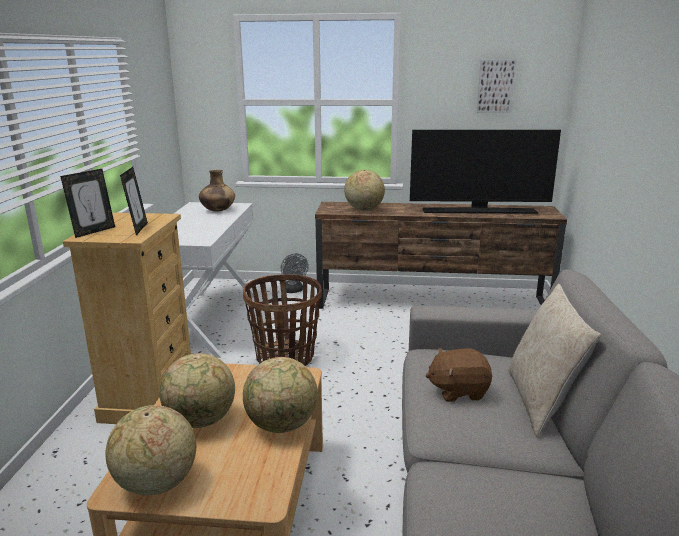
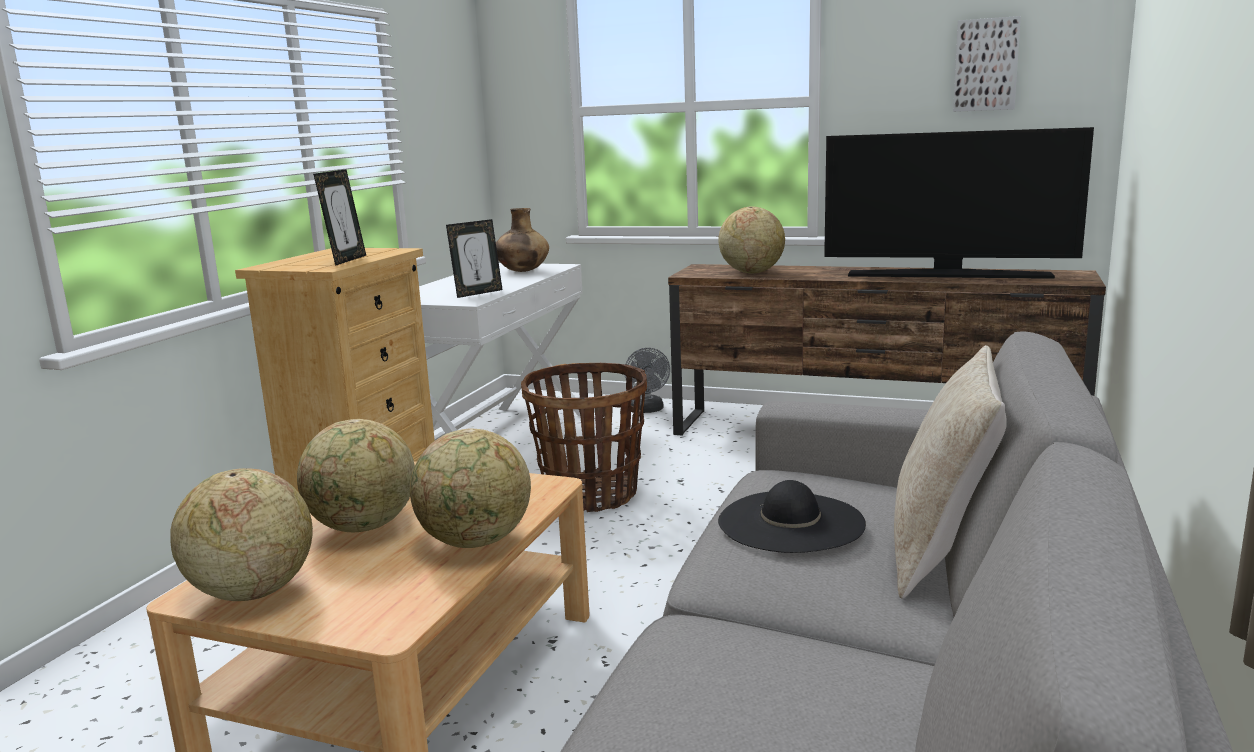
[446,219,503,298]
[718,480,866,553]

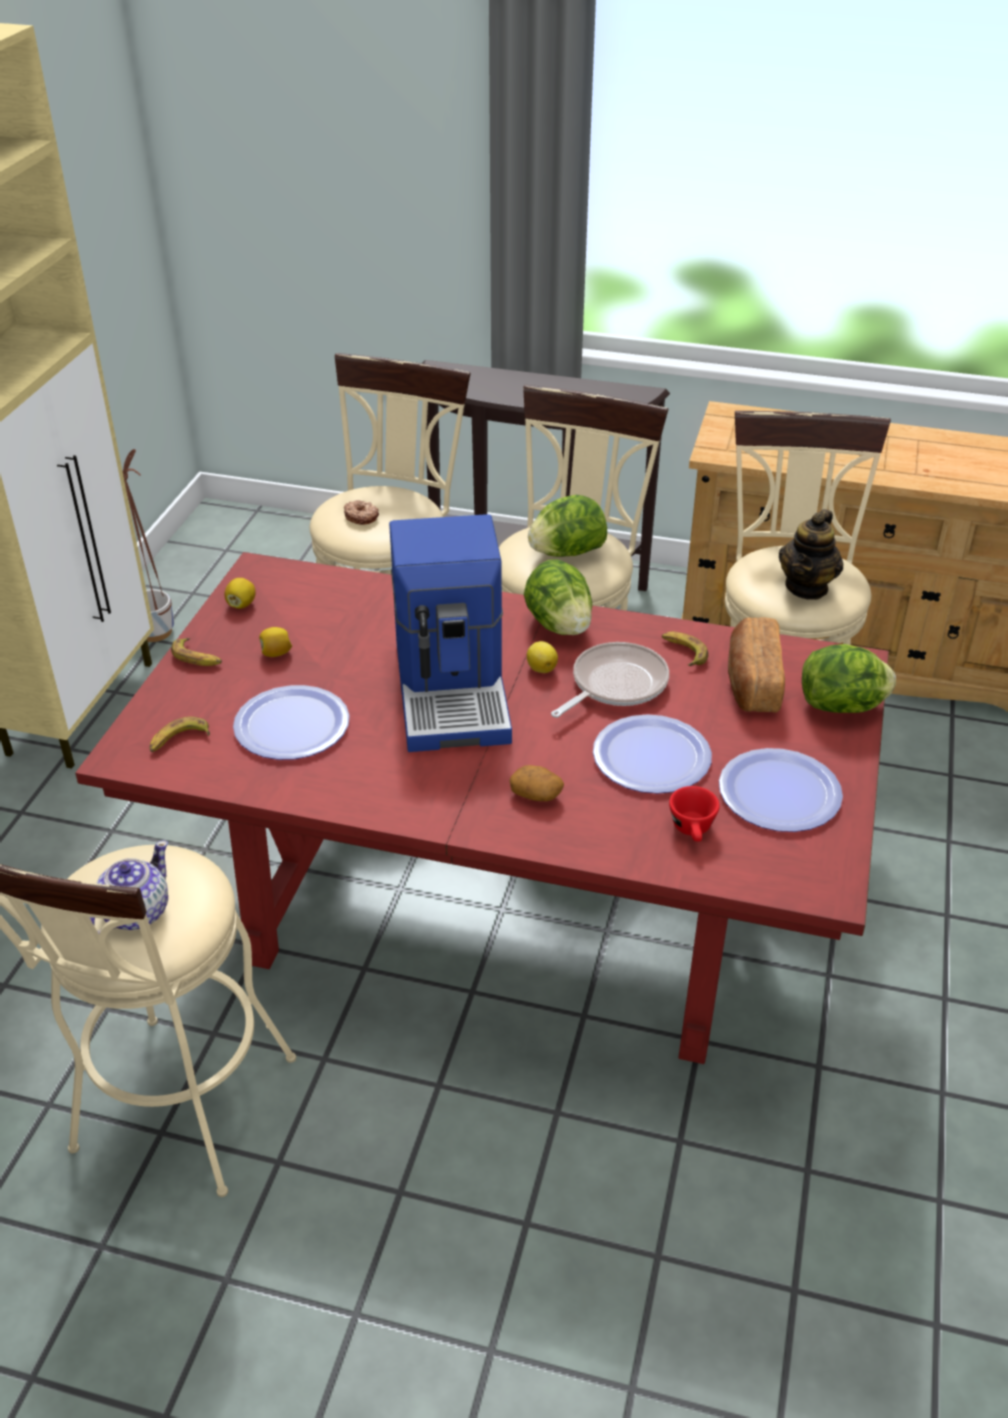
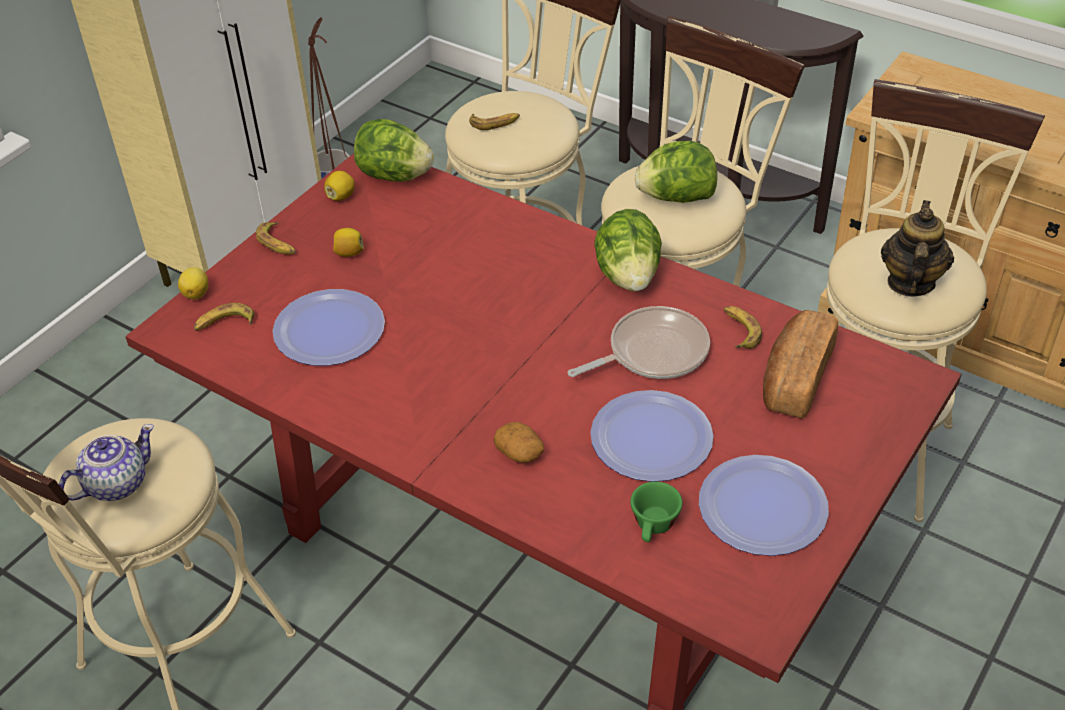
[178,267,208,300]
[354,119,434,182]
[469,113,520,130]
[630,481,682,542]
[881,200,954,297]
[389,514,512,752] (first image)

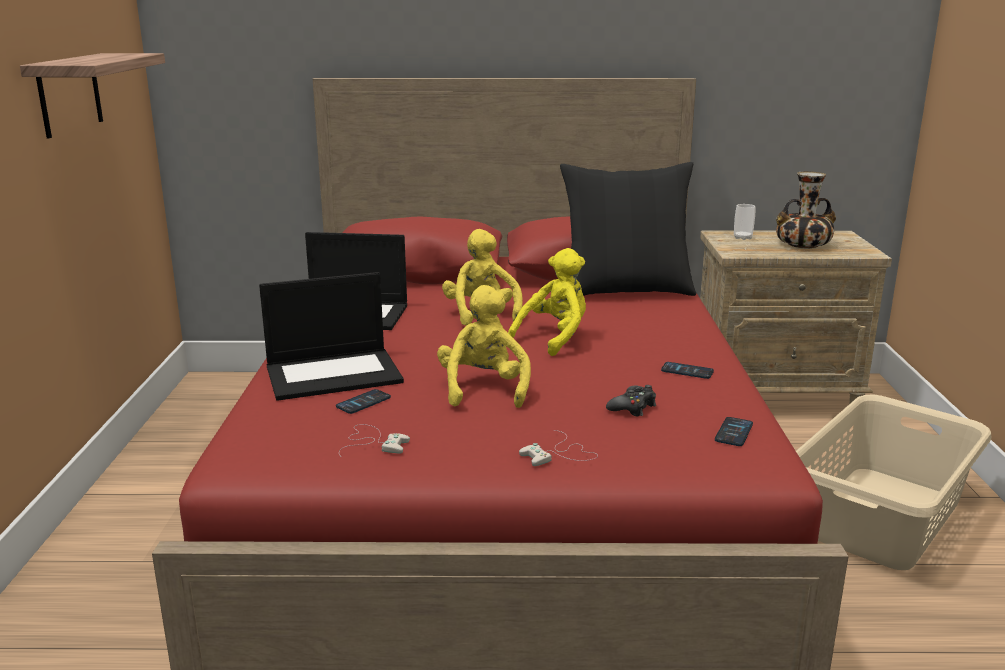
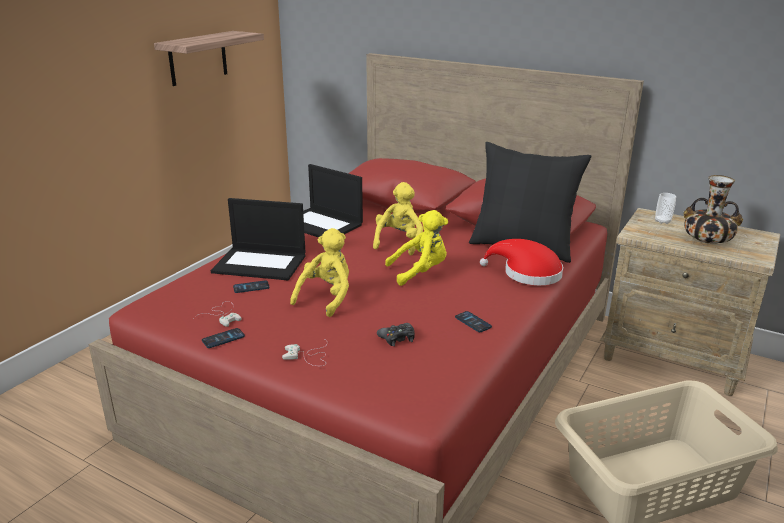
[202,328,245,348]
[480,239,563,285]

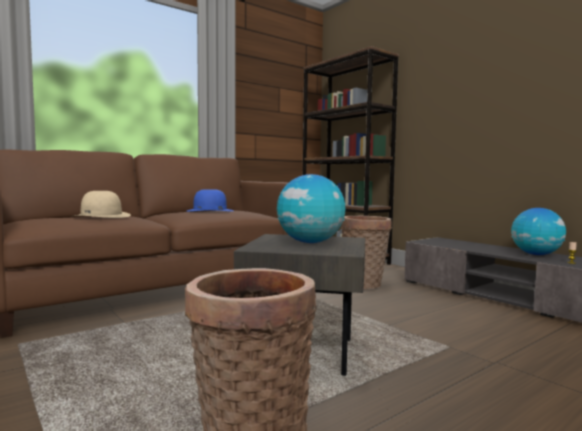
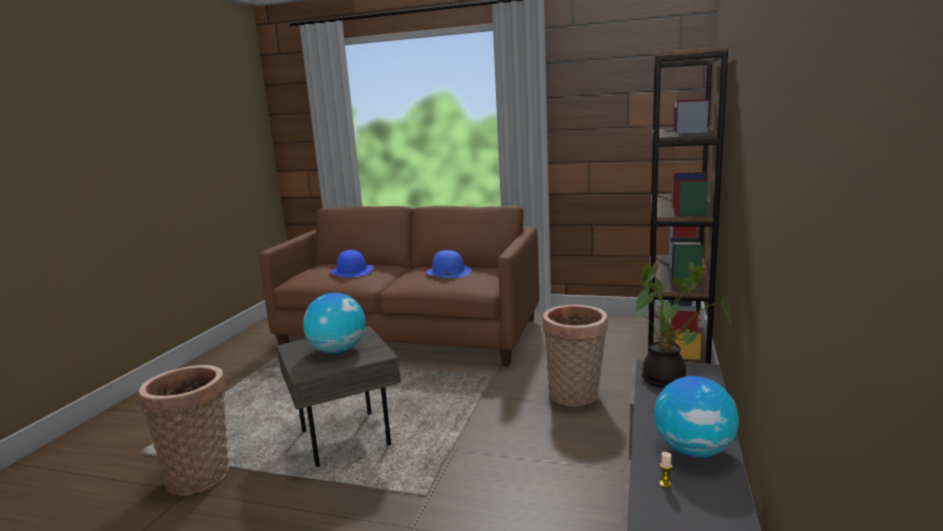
[330,250,373,278]
[634,262,731,388]

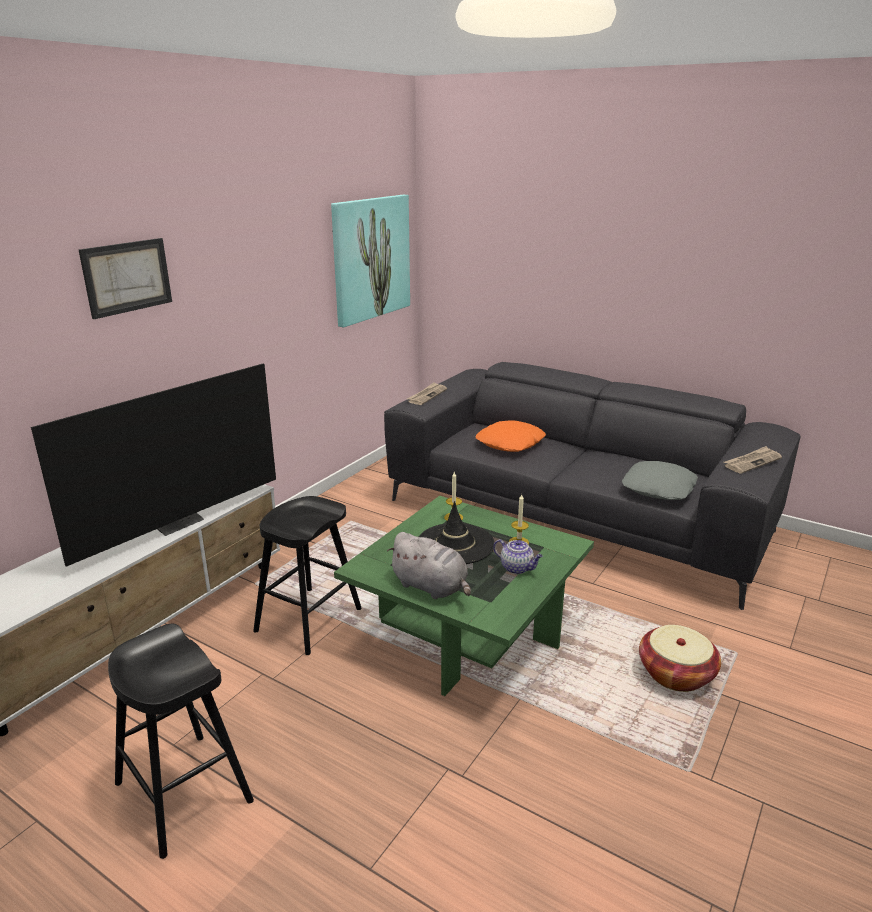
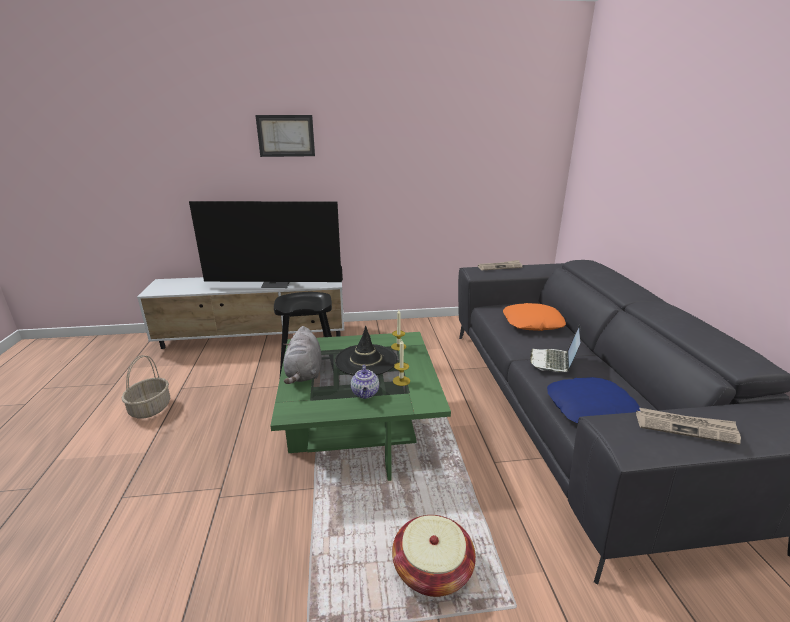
[122,355,170,419]
[530,325,580,372]
[547,377,640,424]
[331,195,410,327] (first image)

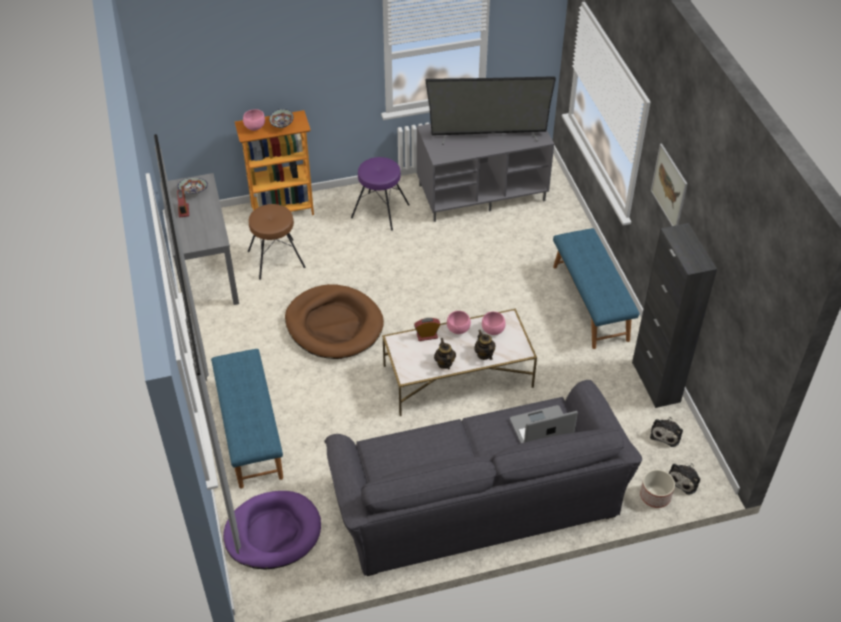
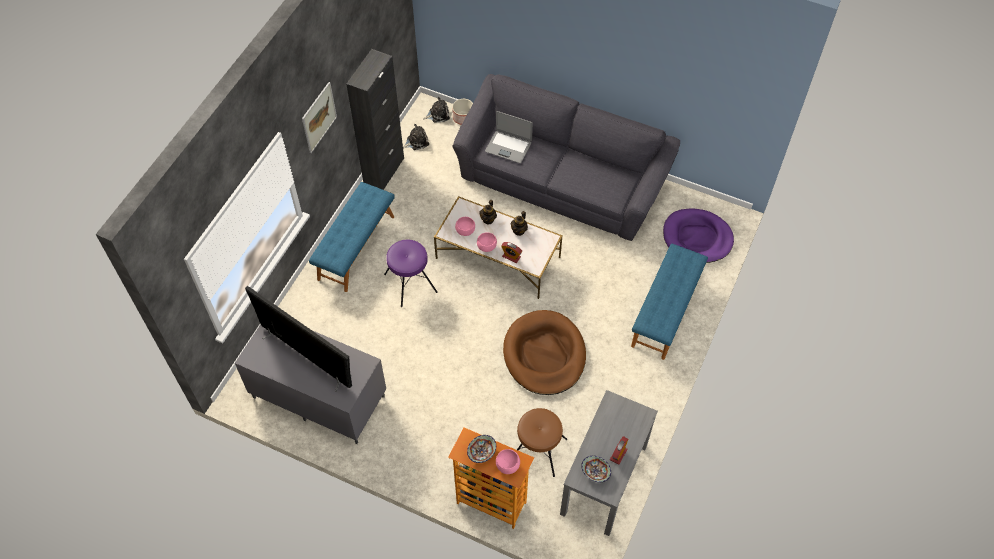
[384,240,438,307]

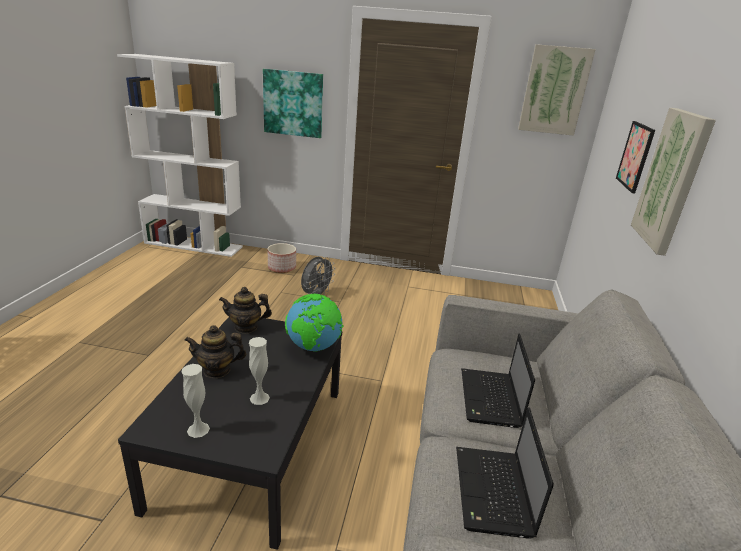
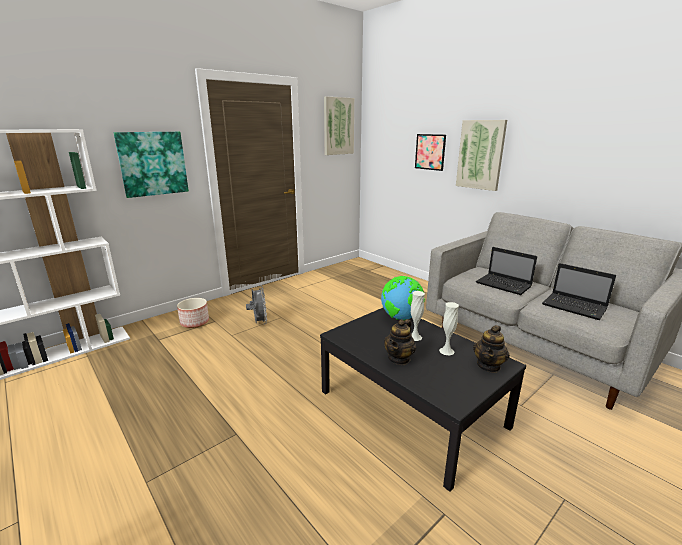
[411,291,425,341]
[473,325,510,373]

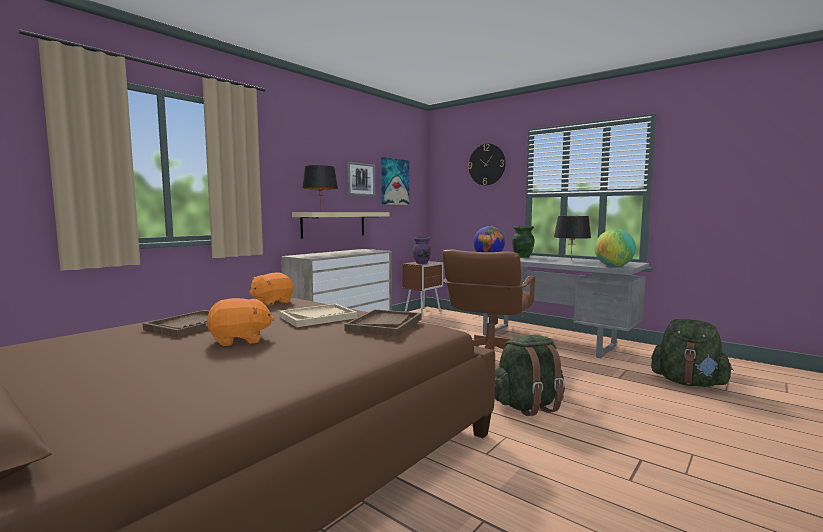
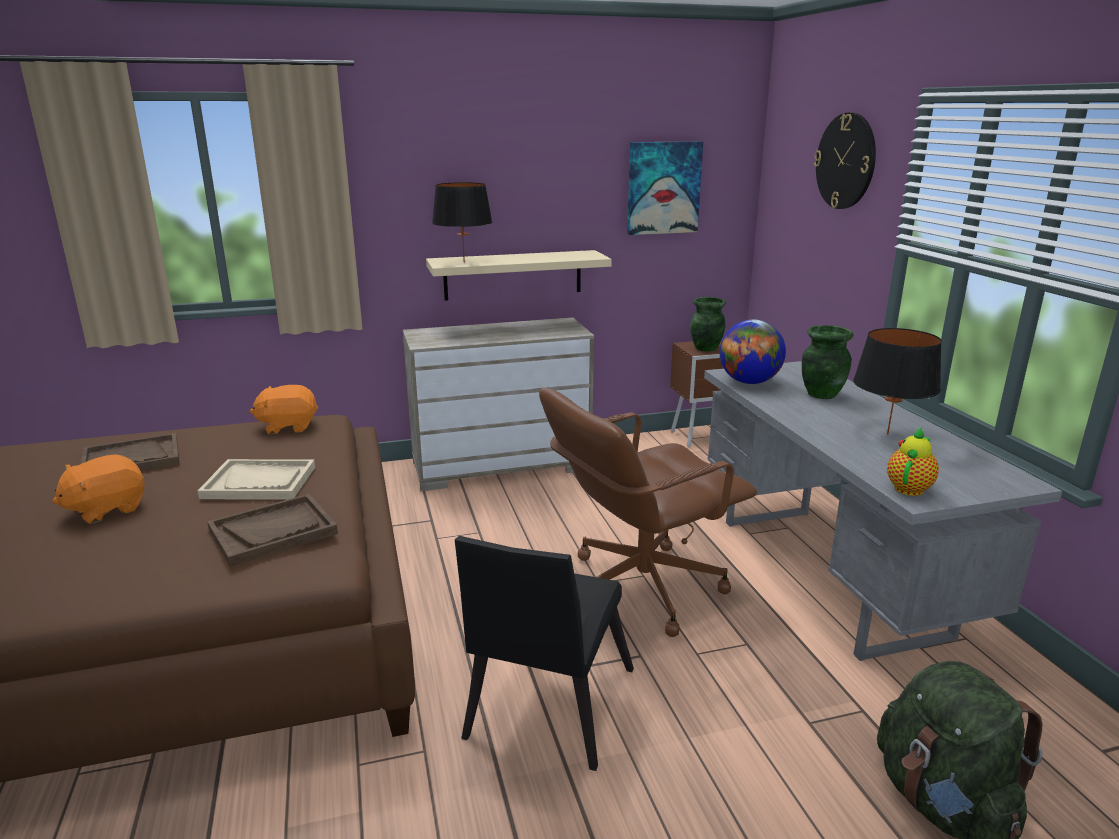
[52,454,145,524]
[455,536,634,771]
[690,297,726,352]
[887,428,939,496]
[347,162,375,196] (first image)

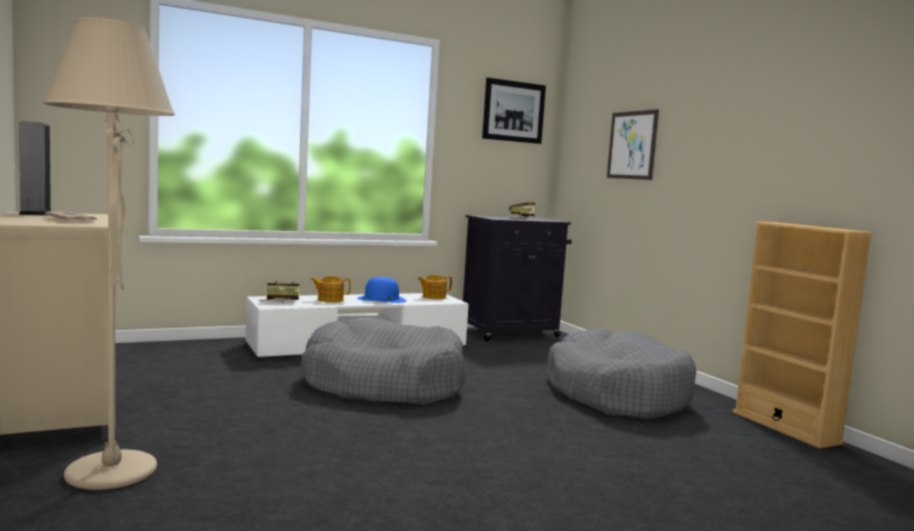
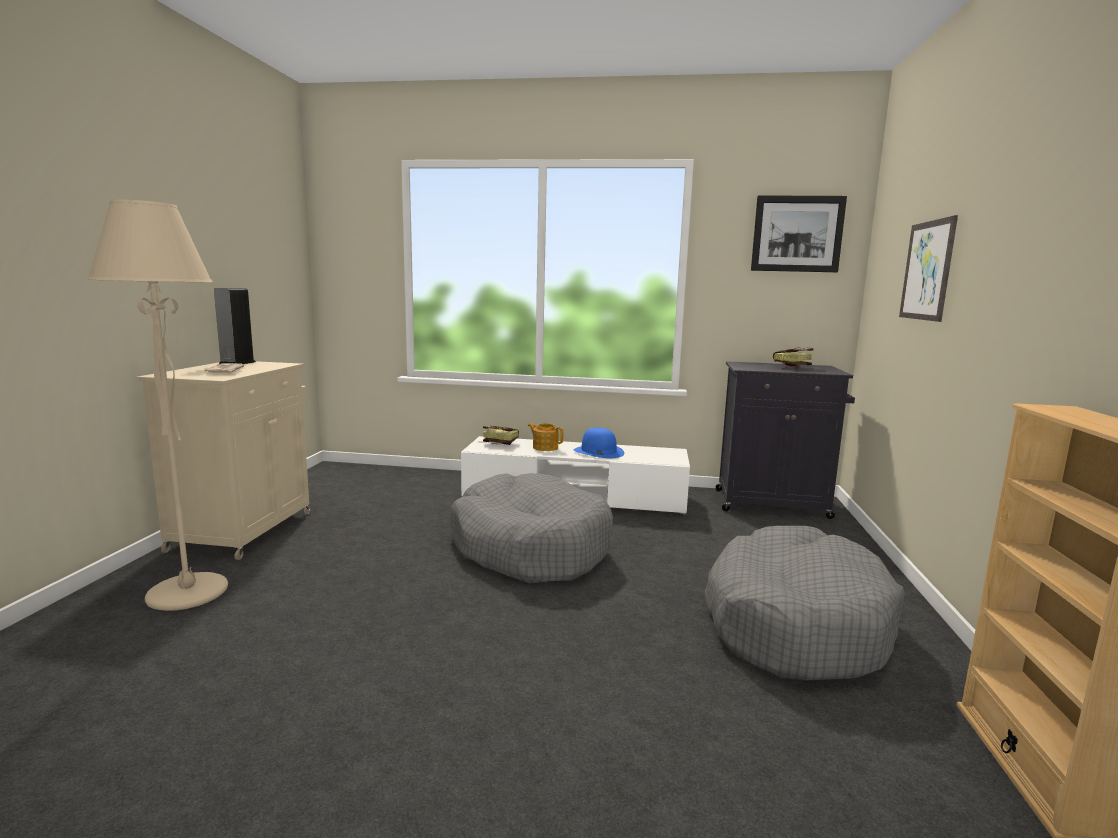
[417,275,452,299] (first image)

